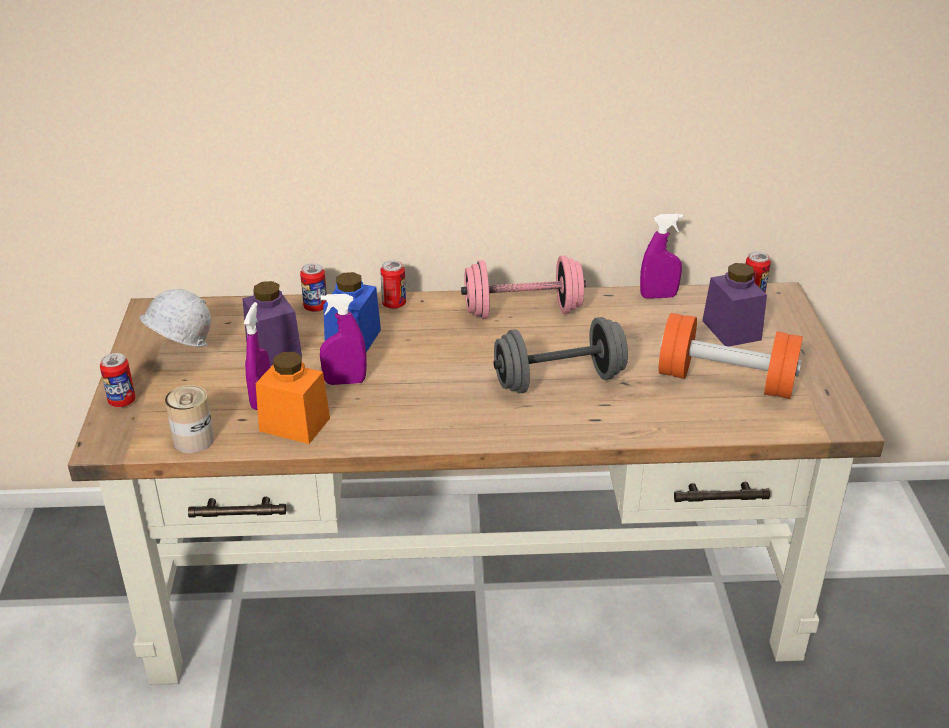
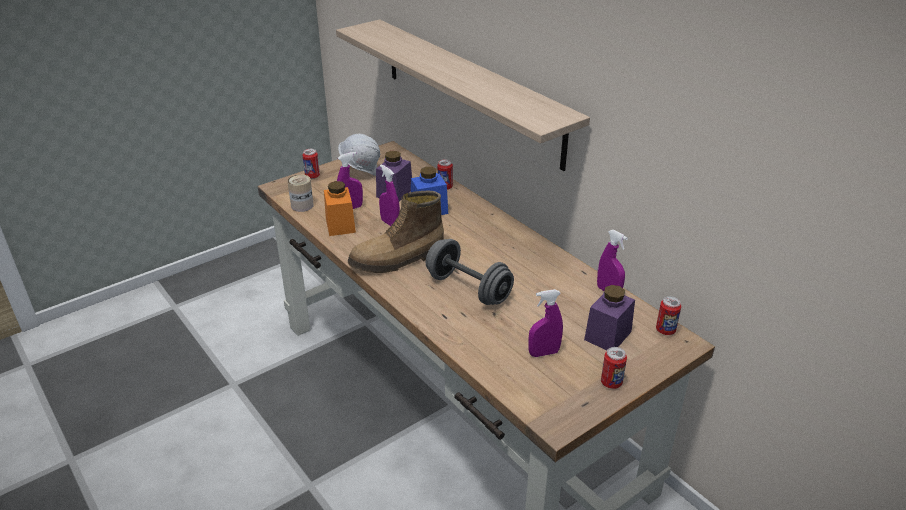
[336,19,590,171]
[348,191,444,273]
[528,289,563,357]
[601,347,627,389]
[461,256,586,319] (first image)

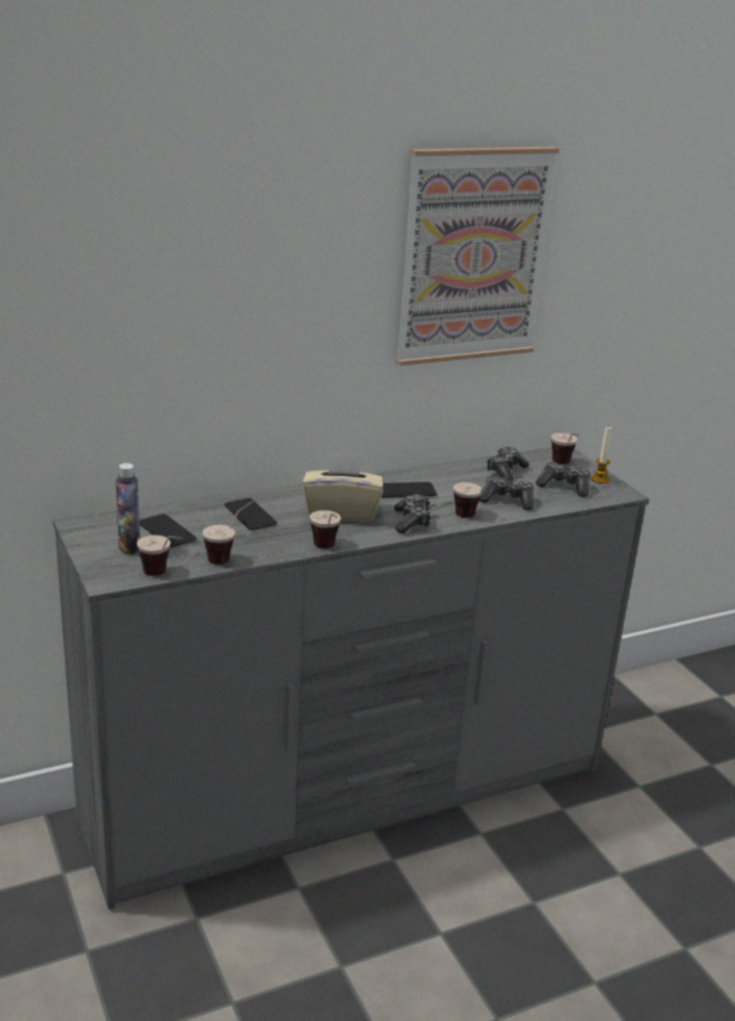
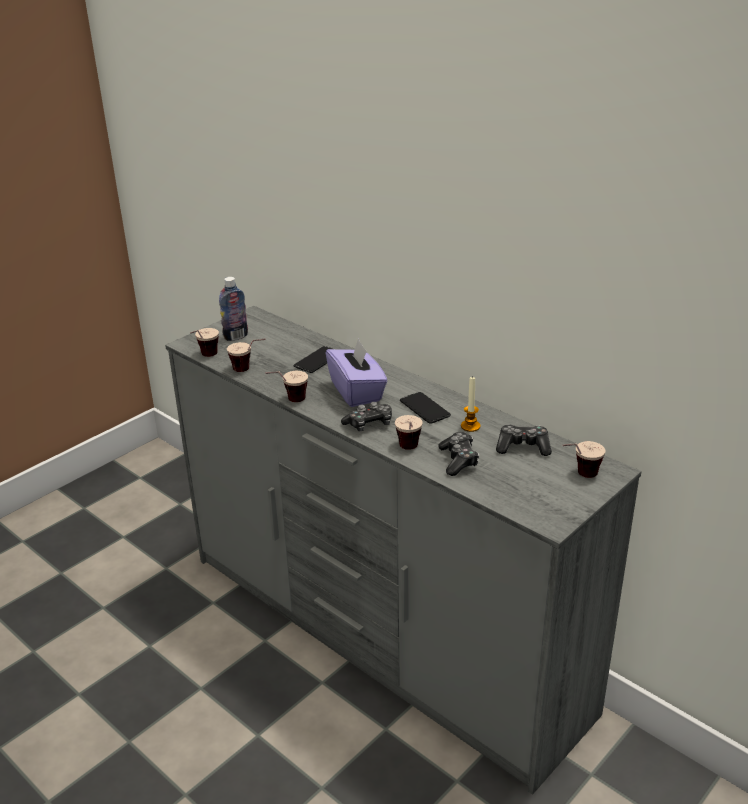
[326,338,388,407]
[461,376,480,432]
[139,514,196,547] (first image)
[395,147,559,366] (first image)
[536,463,590,497] (first image)

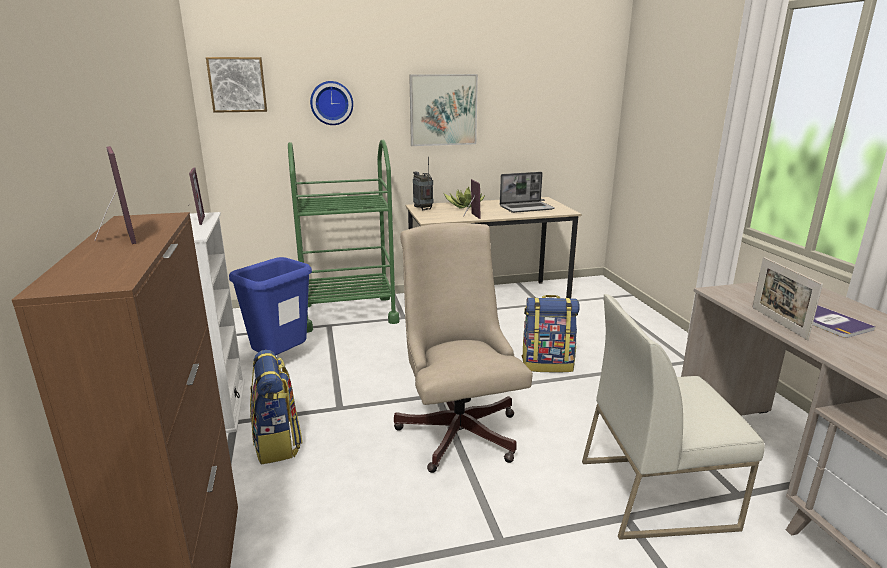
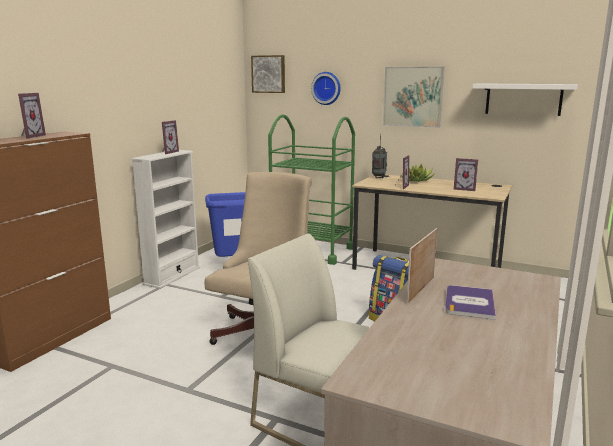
[454,158,478,191]
[472,83,578,116]
[250,350,302,464] (first image)

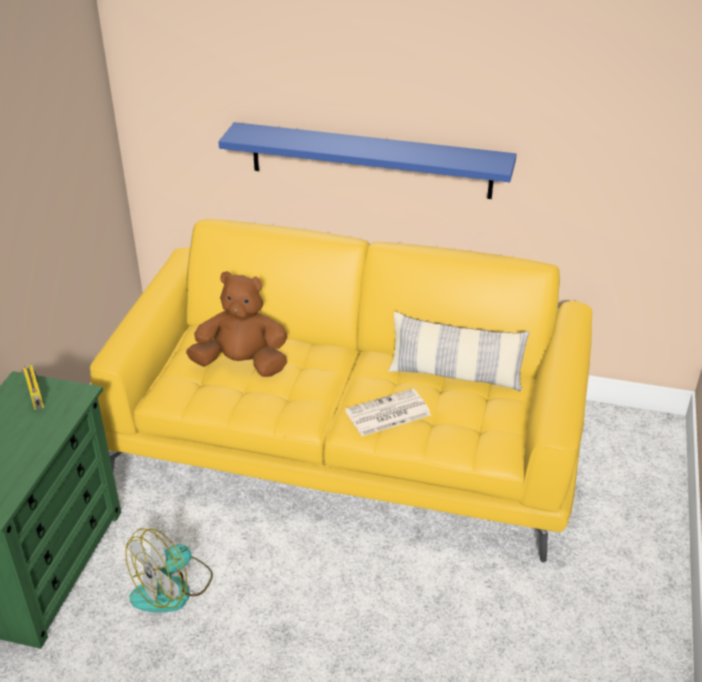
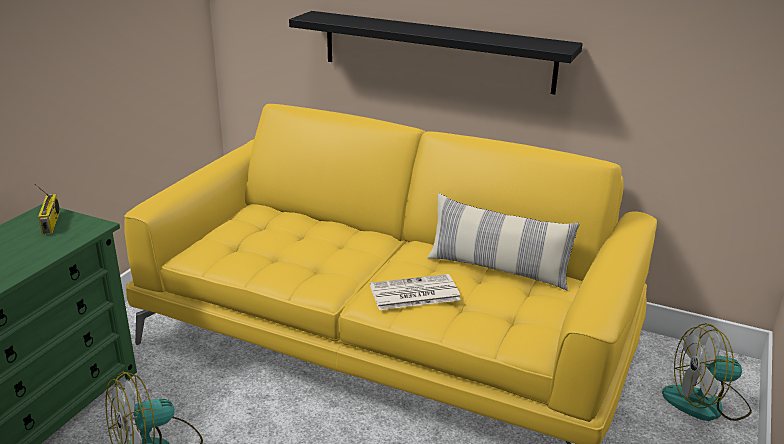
[289,11,583,95]
[662,323,752,421]
[186,271,287,377] (first image)

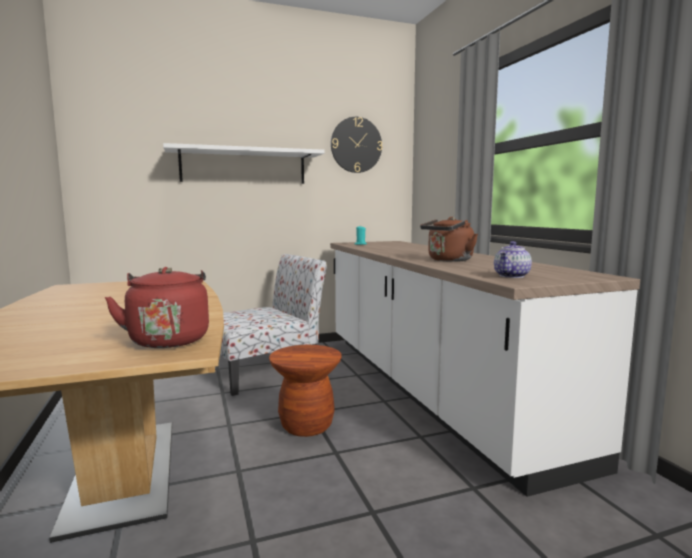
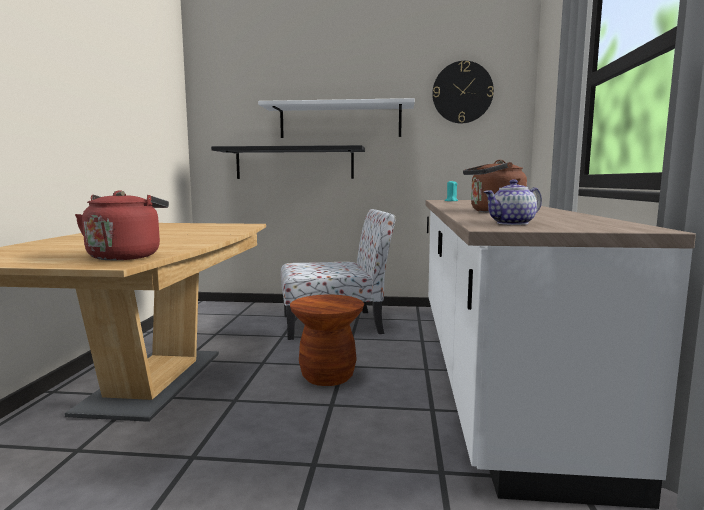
[211,145,365,179]

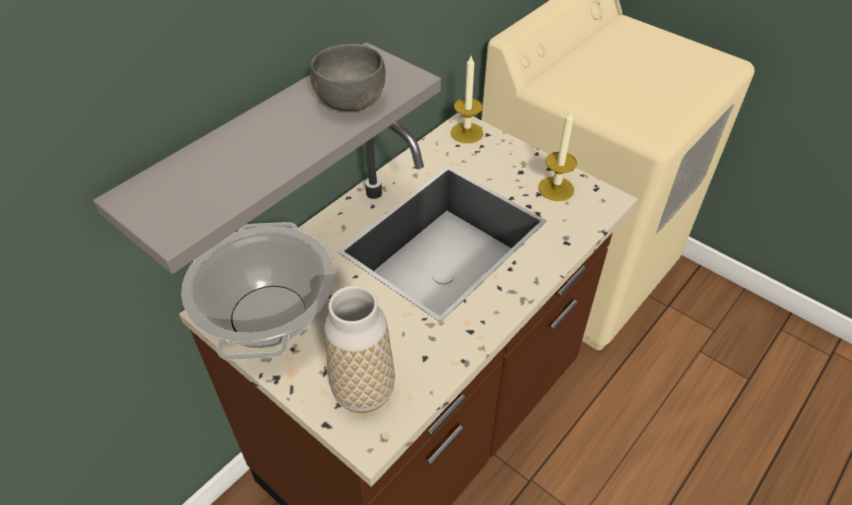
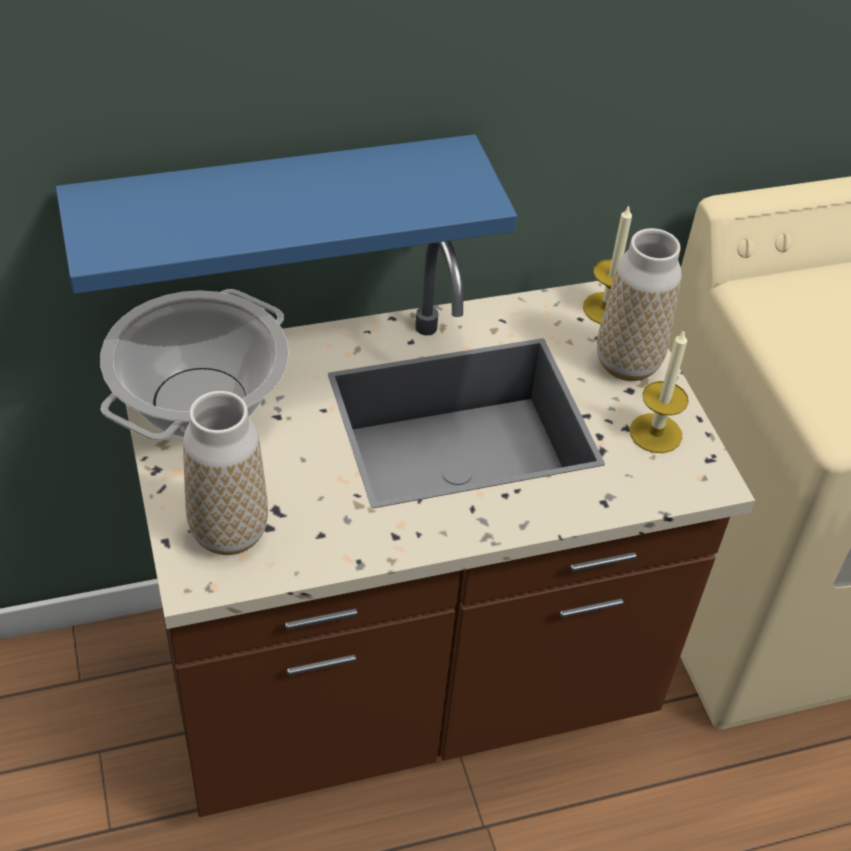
[56,134,517,294]
[597,228,682,381]
[310,44,385,111] (first image)

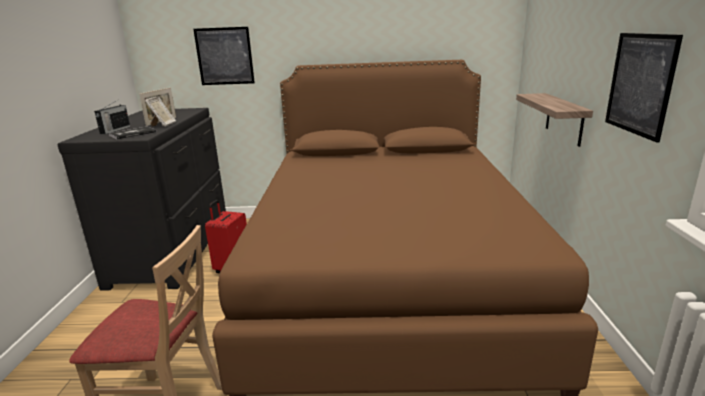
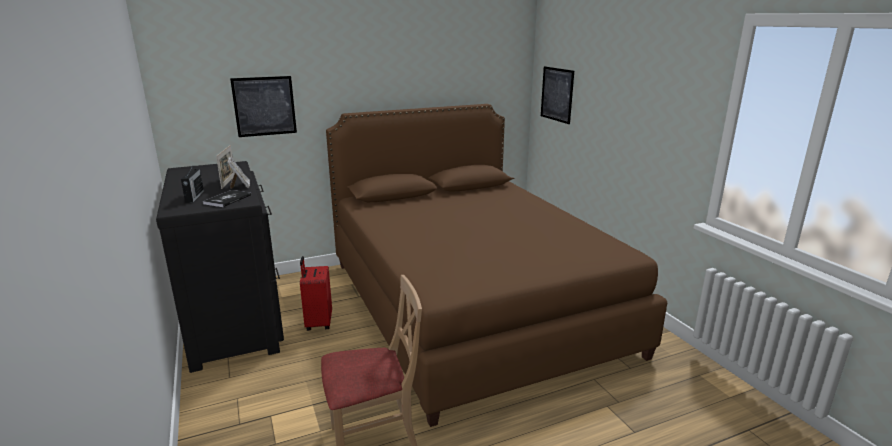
[541,66,574,124]
[516,93,593,147] (first image)

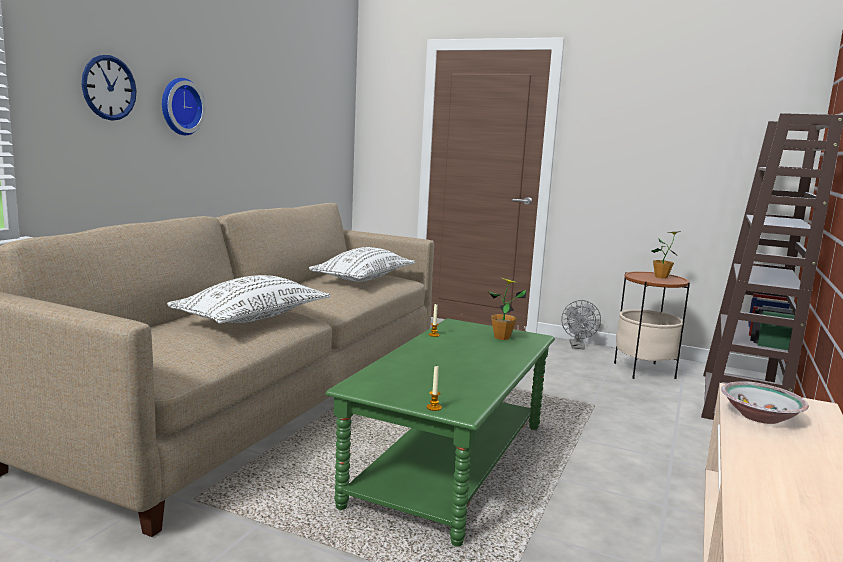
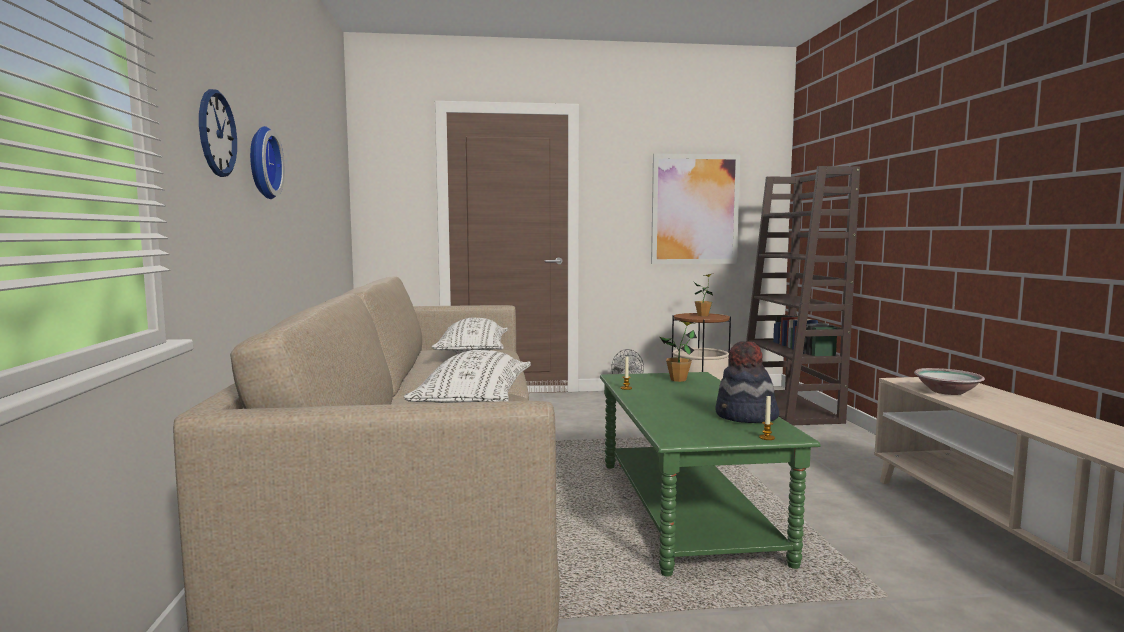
[651,153,740,264]
[715,341,779,423]

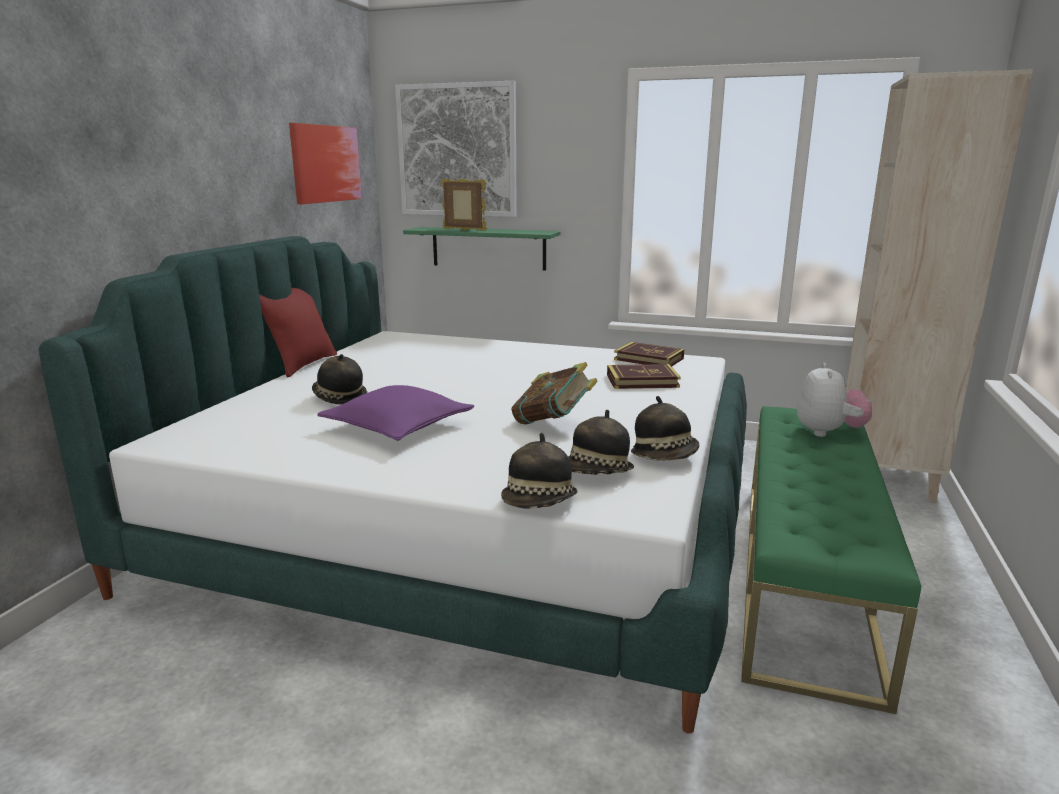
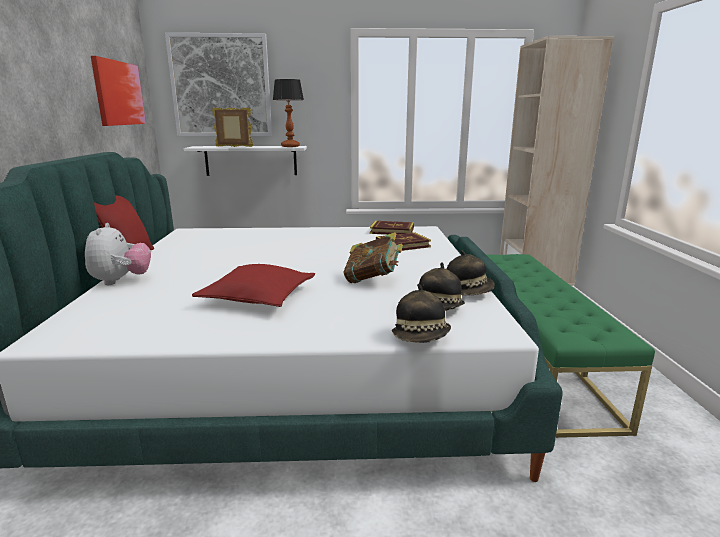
[85,223,151,285]
[184,146,307,176]
[192,264,315,307]
[273,79,304,147]
[312,354,367,405] (first image)

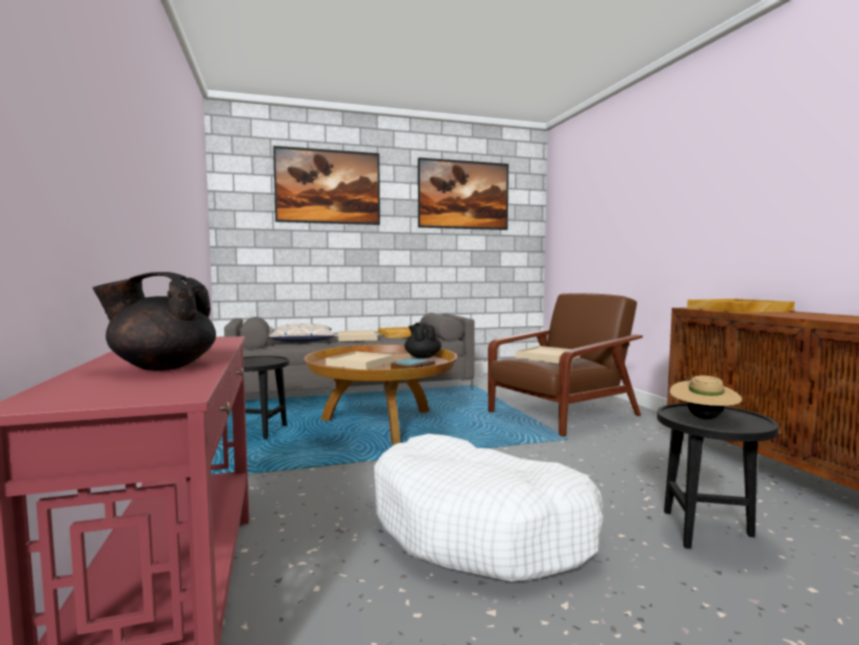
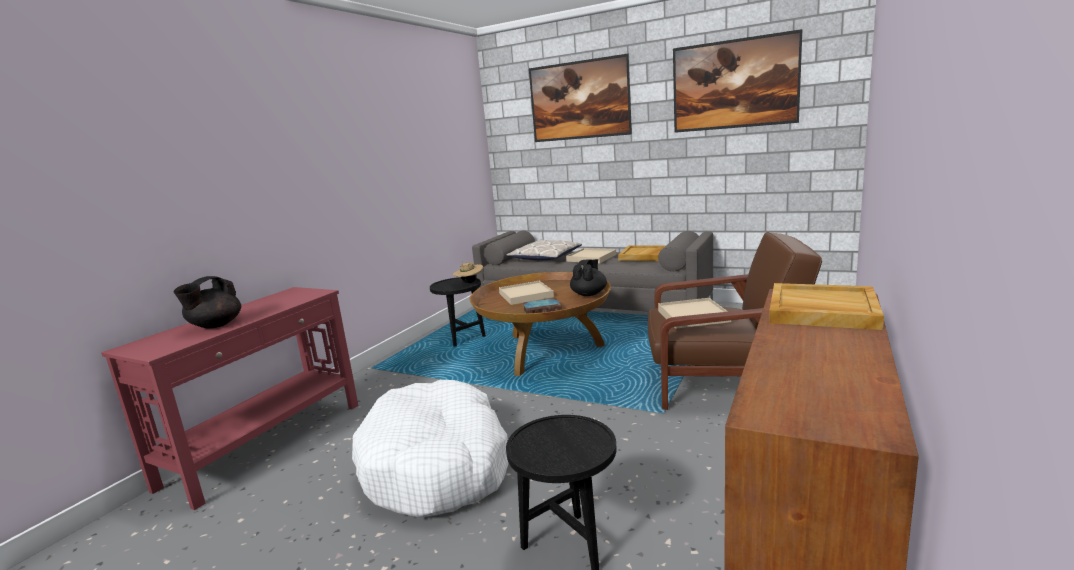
[174,276,241,329]
[453,262,483,283]

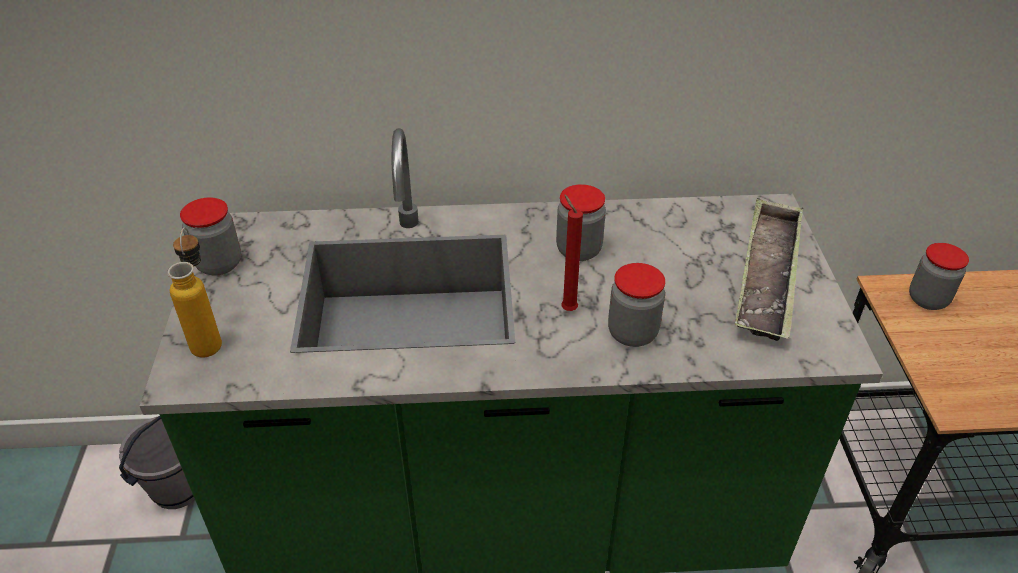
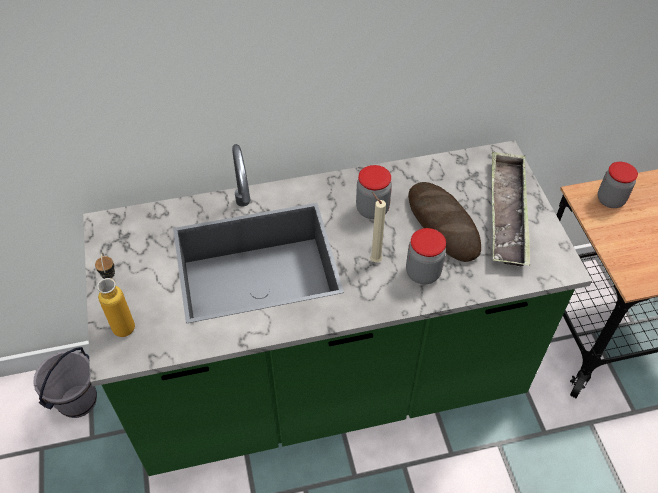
[370,192,386,262]
[408,182,481,262]
[180,197,241,276] (first image)

